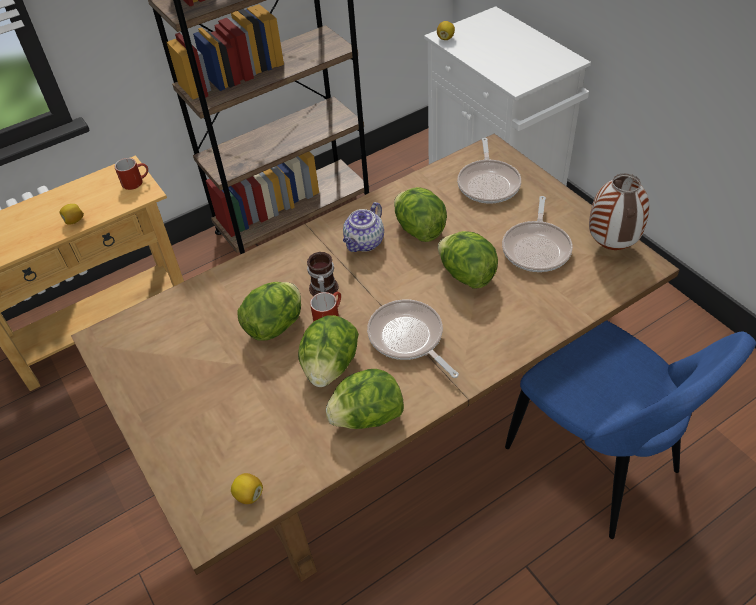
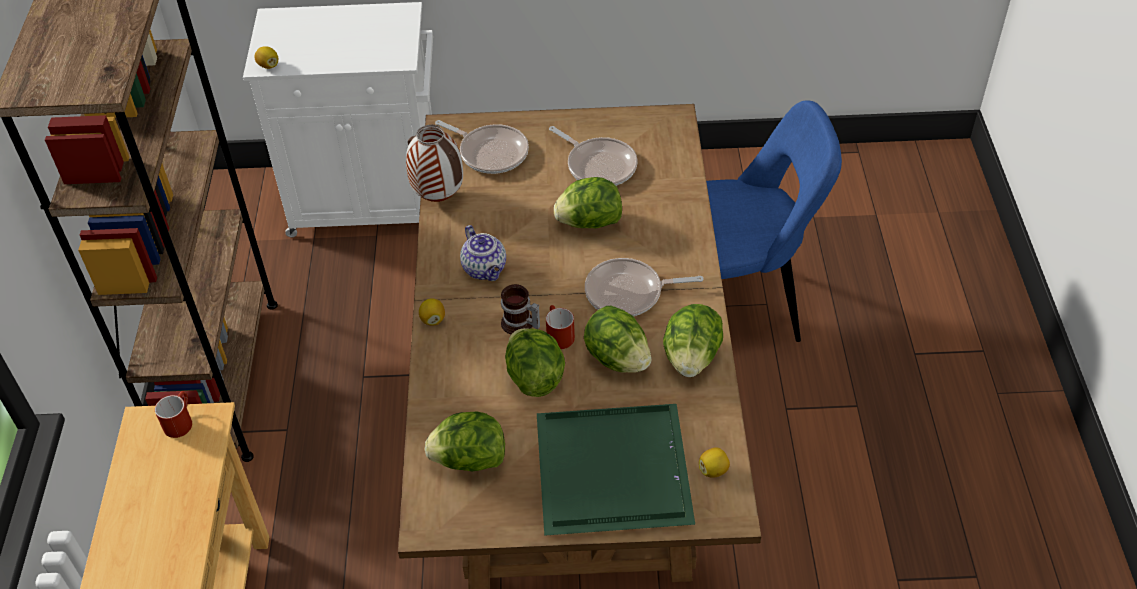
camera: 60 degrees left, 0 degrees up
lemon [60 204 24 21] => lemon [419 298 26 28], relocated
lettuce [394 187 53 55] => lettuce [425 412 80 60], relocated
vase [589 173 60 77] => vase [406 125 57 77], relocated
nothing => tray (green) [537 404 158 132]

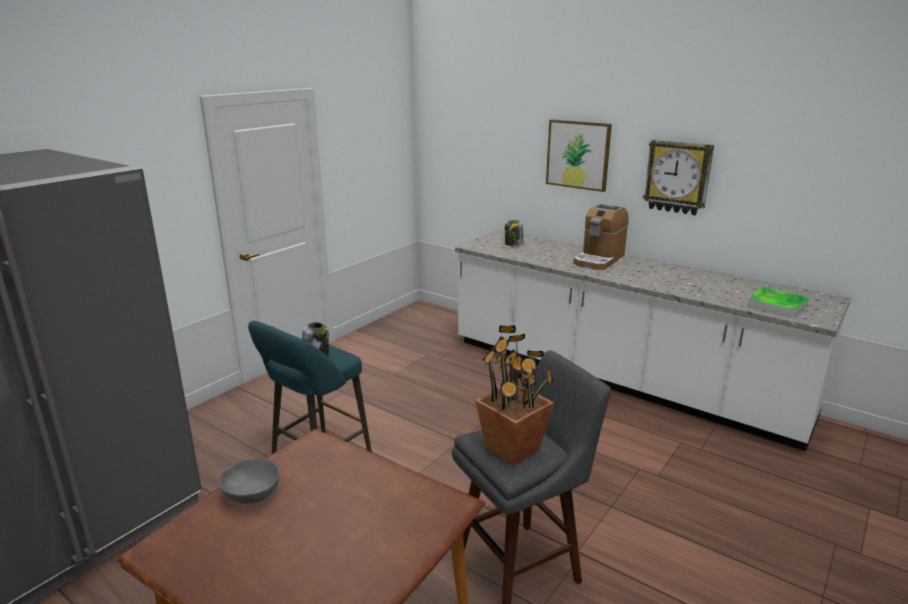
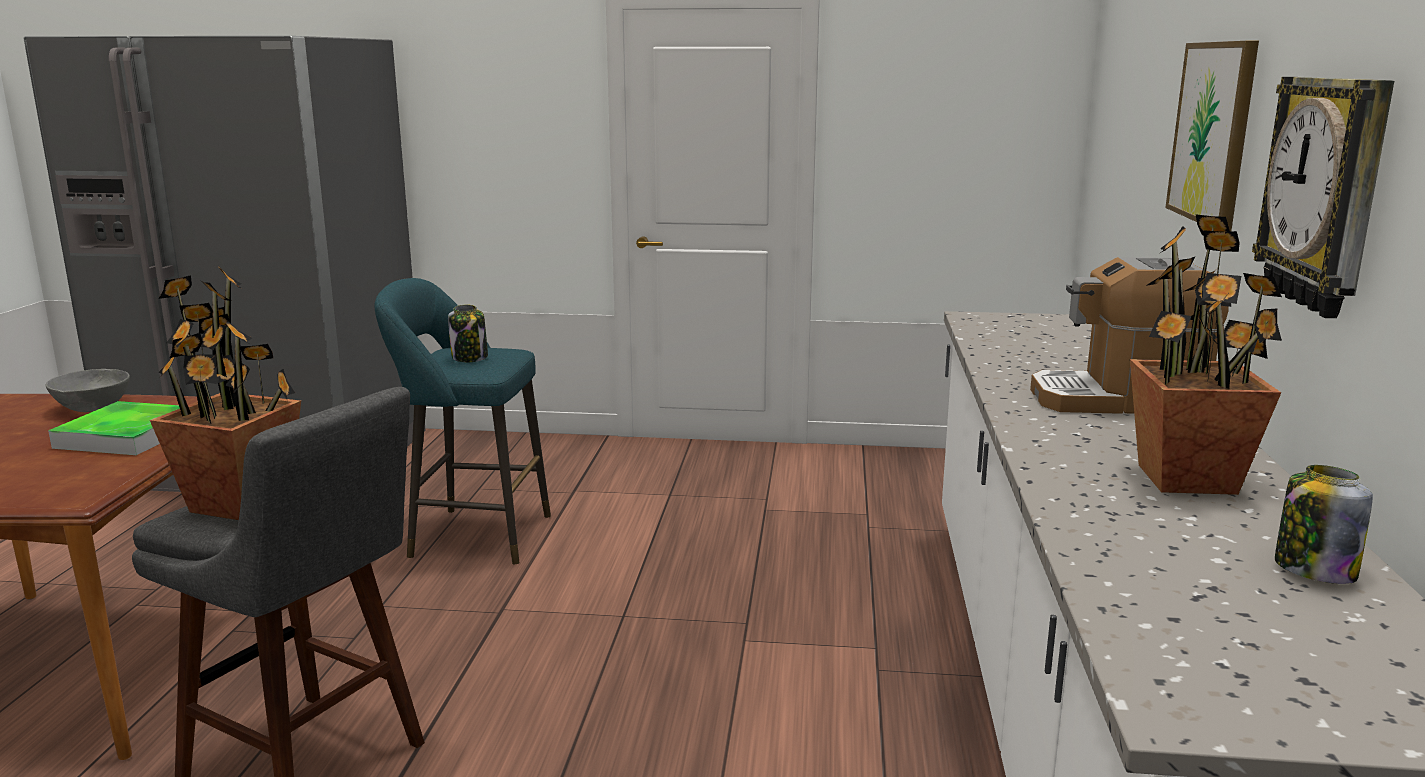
camera: 60 degrees right, 5 degrees down
jar [505 220 18 26] => jar [1275 465 98 119], relocated
tray [747 287 63 31] => tray [48 401 132 54], relocated
nothing => potted plant [1130 214 152 281]

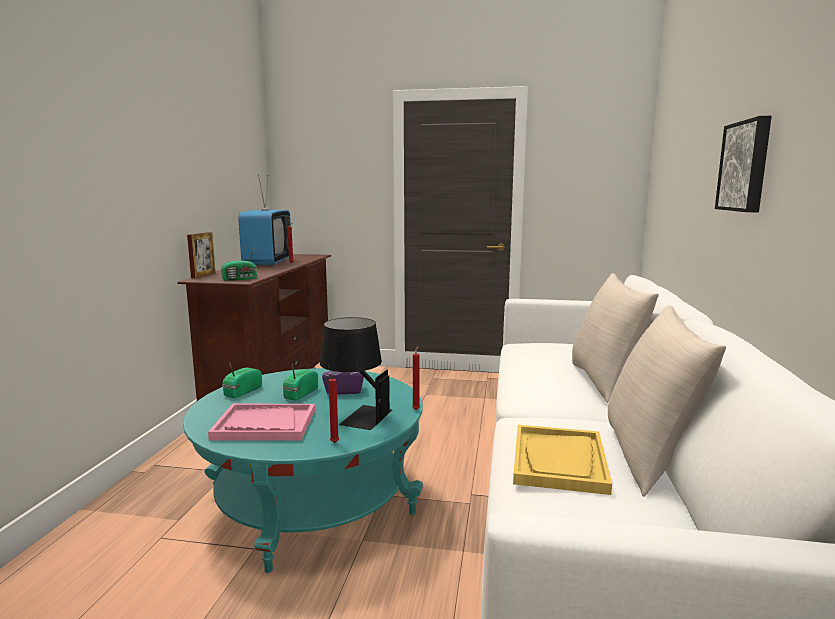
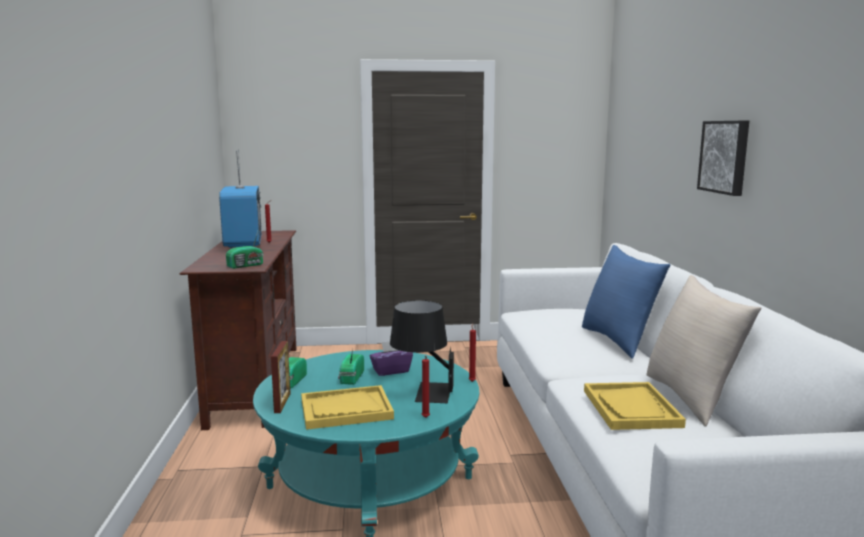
camera: 15 degrees left, 0 degrees up
picture frame [187 232 28 46] => picture frame [271 341 20 72], relocated
tray (pink) [208 404 107 37] => tray (yellow) [301 385 93 45]
pillow (beige) [572 273 87 130] => pillow (blue) [582 245 89 114]

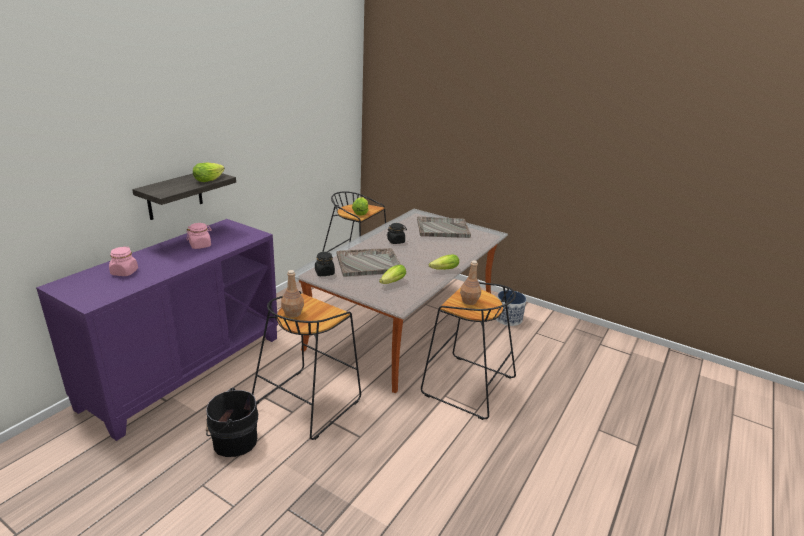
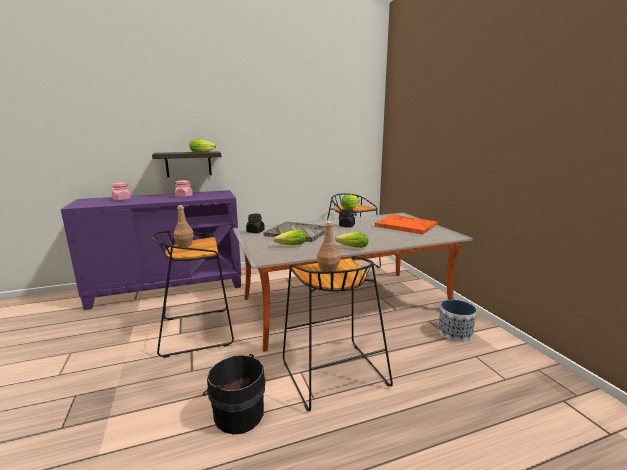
camera: 40 degrees right, 10 degrees down
bucket (black) [206 388 52 69] => bucket (black) [202 354 64 80], relocated
tray (grey) [417 216 54 22] => tray (orange) [375 215 62 19]

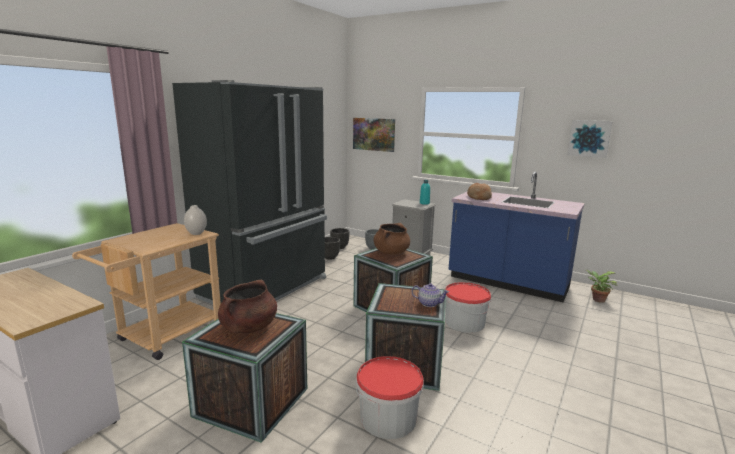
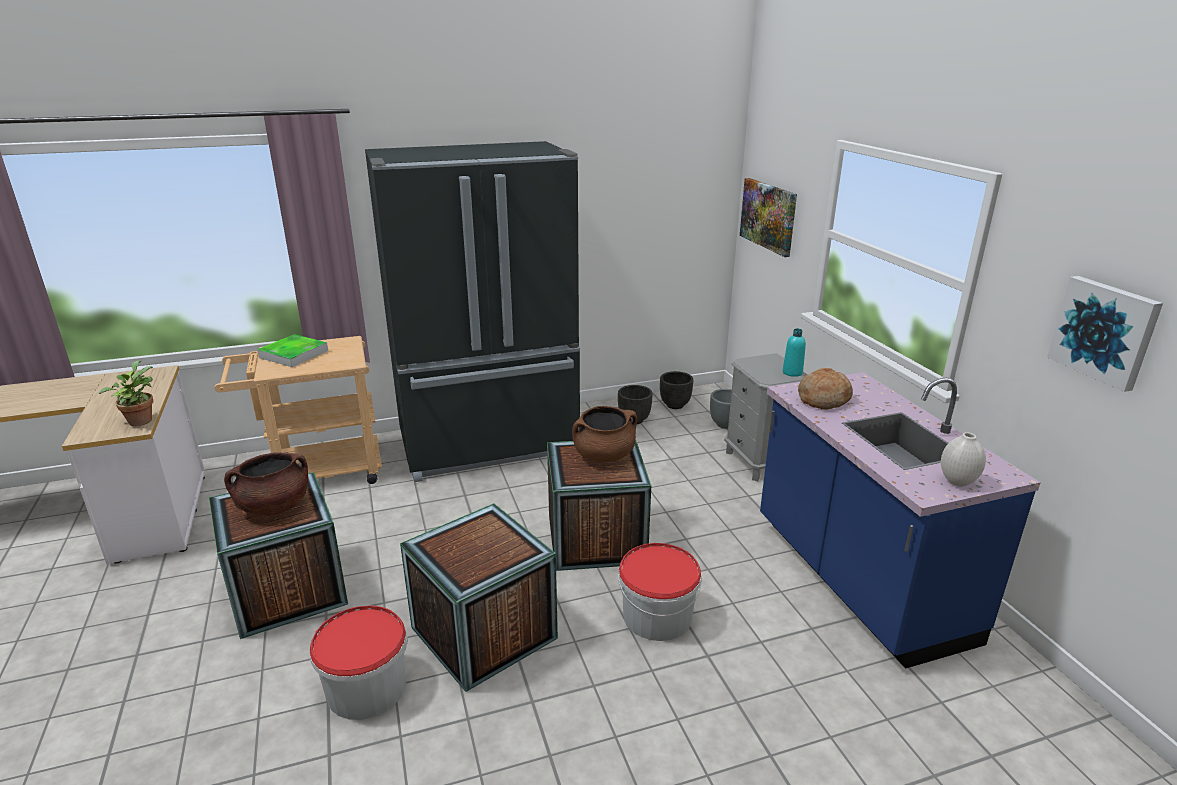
camera: 40 degrees right, 10 degrees up
vase (white) [184 205 23 30] => vase (white) [941 432 45 55], relocated
teapot [412 283 37 24] => nothing
potted plant [586 270 31 33] => potted plant [99 360 54 66], relocated
nothing => tray [257 334 71 33]

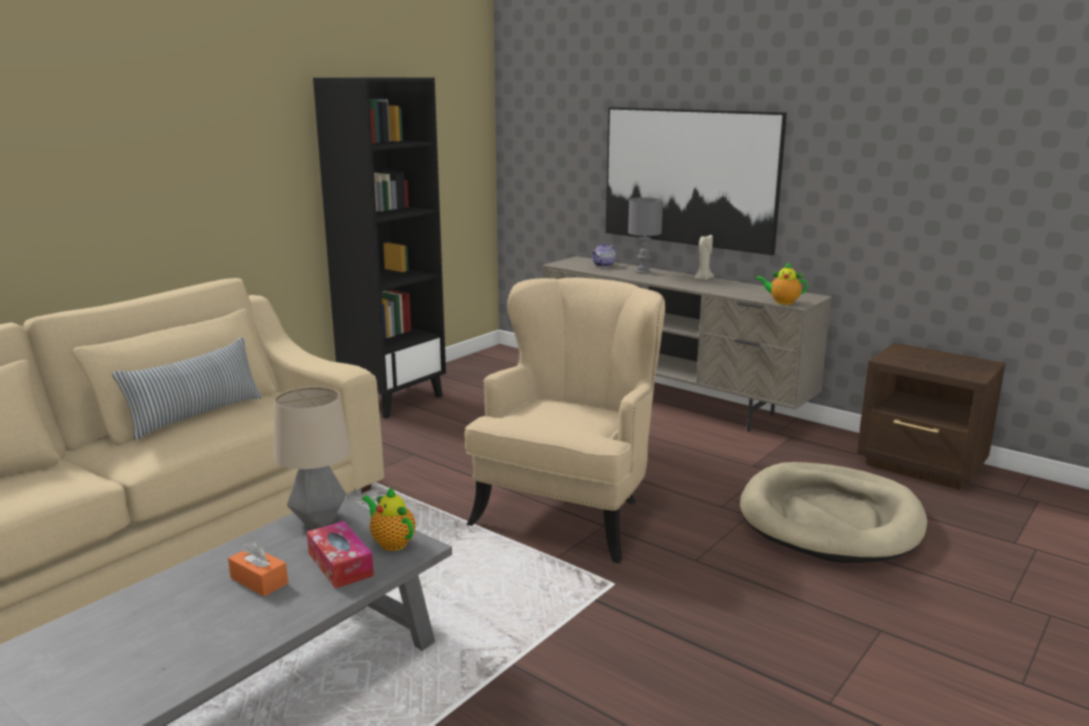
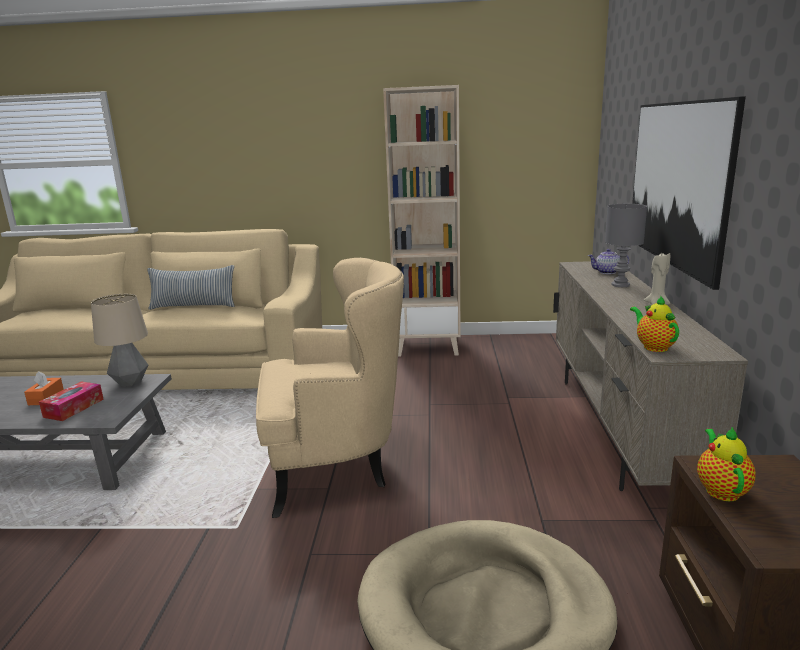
camera: 55 degrees right, 0 degrees up
bookcase (black) [313 77 133 342] => bookcase (beige) [383 85 78 272]
teapot [362 486 53 65] => teapot [697 427 59 74], relocated

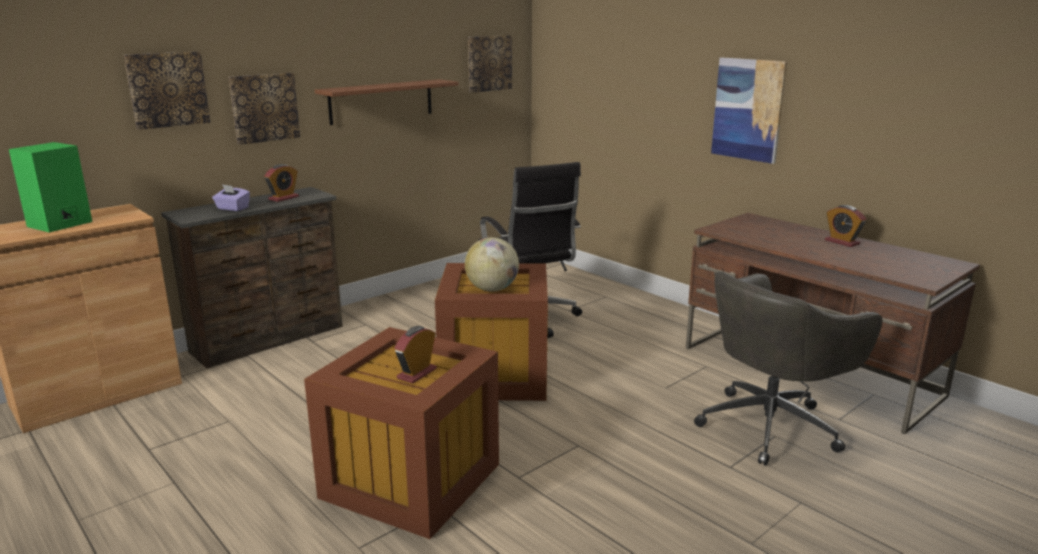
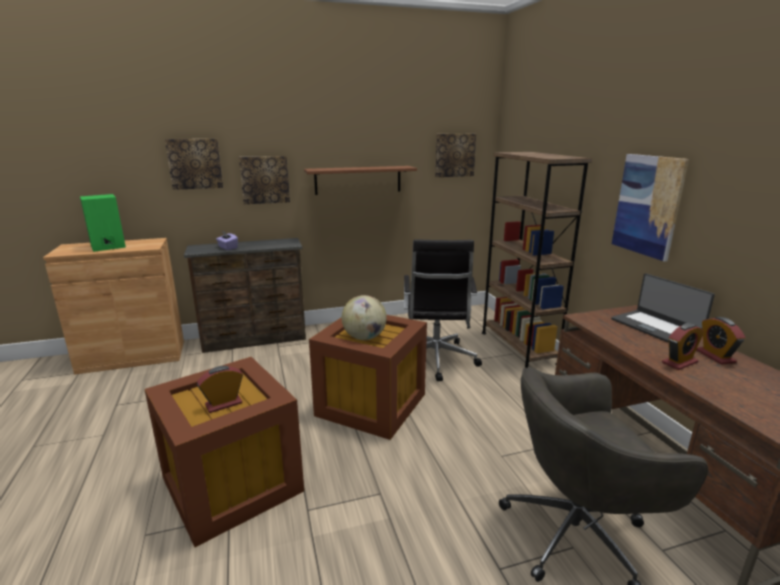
camera: 25 degrees right, 0 degrees up
alarm clock [264 164 35 38] => alarm clock [662 323 42 47], relocated
nothing => bookcase (brown) [482 152 110 216]
nothing => laptop [611 273 104 70]

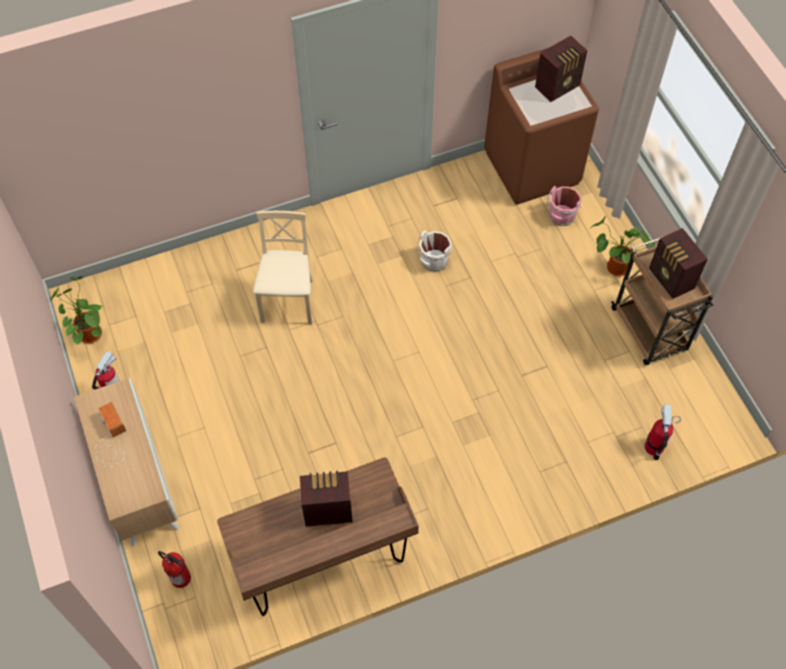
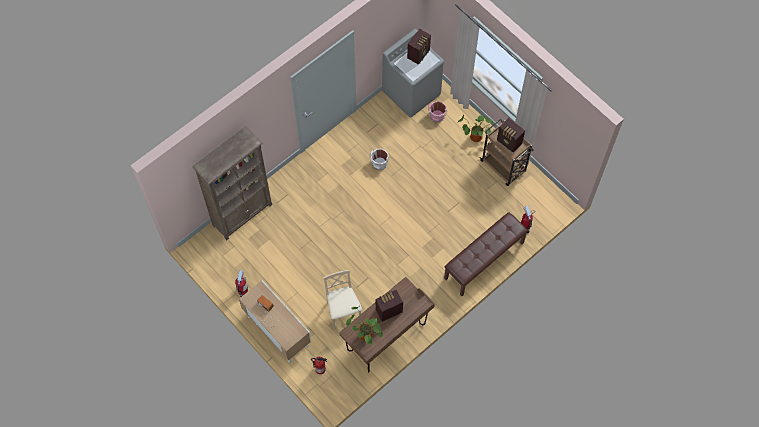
camera: 20 degrees left, 5 degrees up
potted plant [50 276 53 69] => potted plant [346 307 37 38], relocated
chair (beige) [253 211 59 114] => chair (beige) [323 270 39 60], relocated
washing machine (brown) [484 48 115 157] => washing machine (grey) [382 29 62 89]
nothing => bookcase (brown) [192 126 80 114]
nothing => bench (brown) [444 212 84 84]

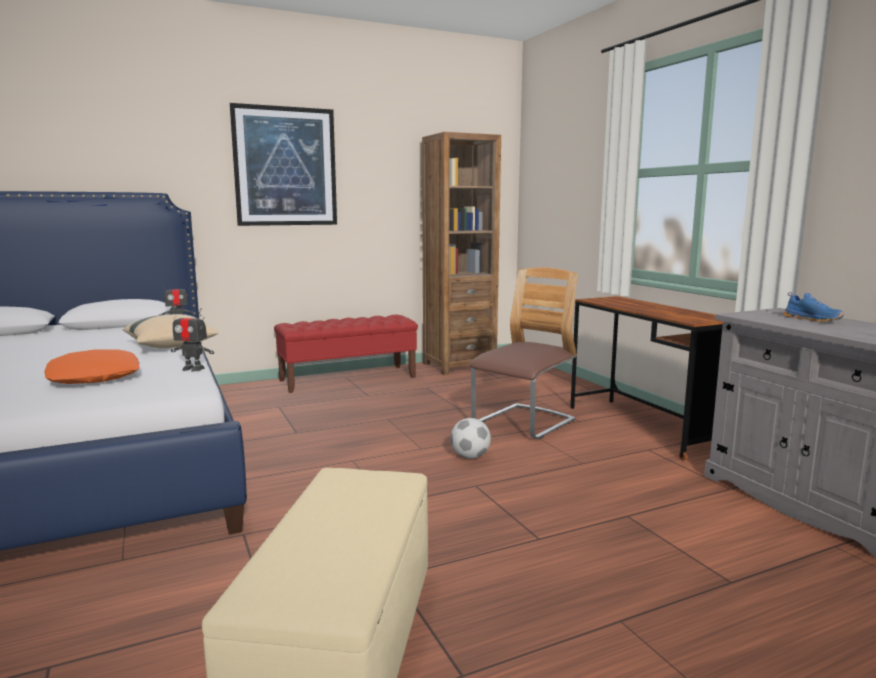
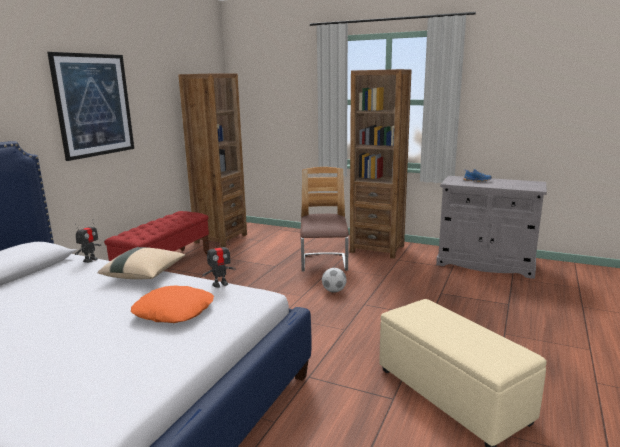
camera: 40 degrees left, 5 degrees up
desk (brown) [570 296 153 164] => bookcase (brown) [350 69 62 190]

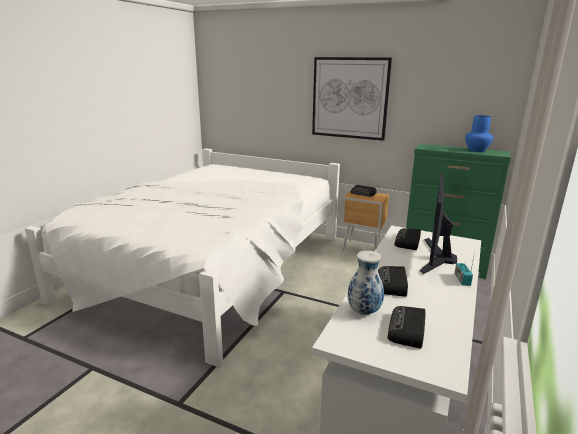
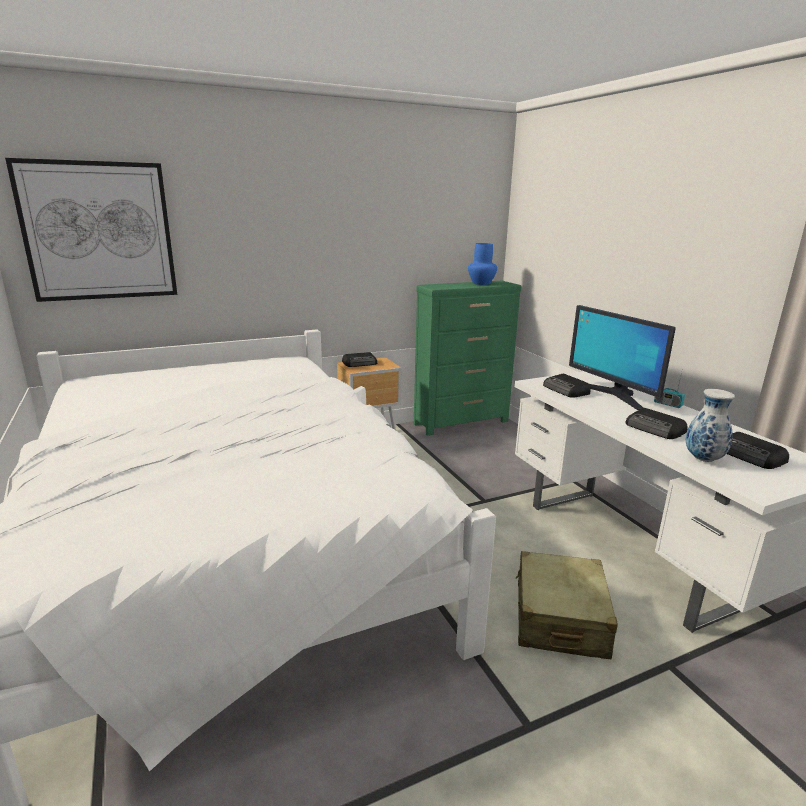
camera: 50 degrees left, 0 degrees up
picture [312 57 80 84] => picture [5 158 172 144], relocated
nothing => suitcase (beige) [516 551 102 108]

